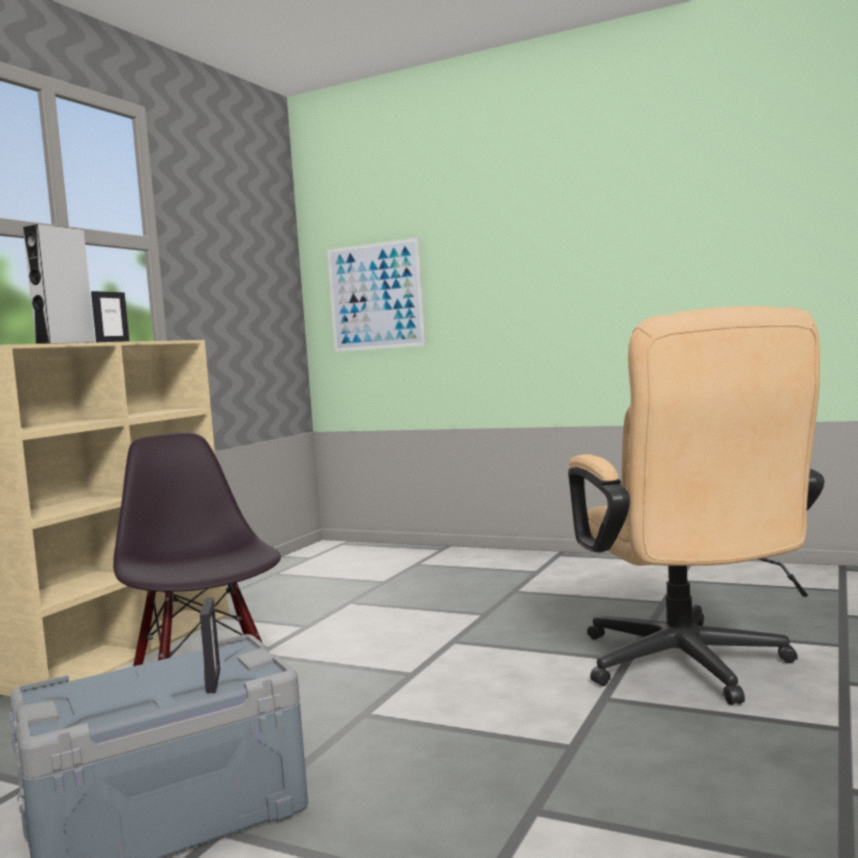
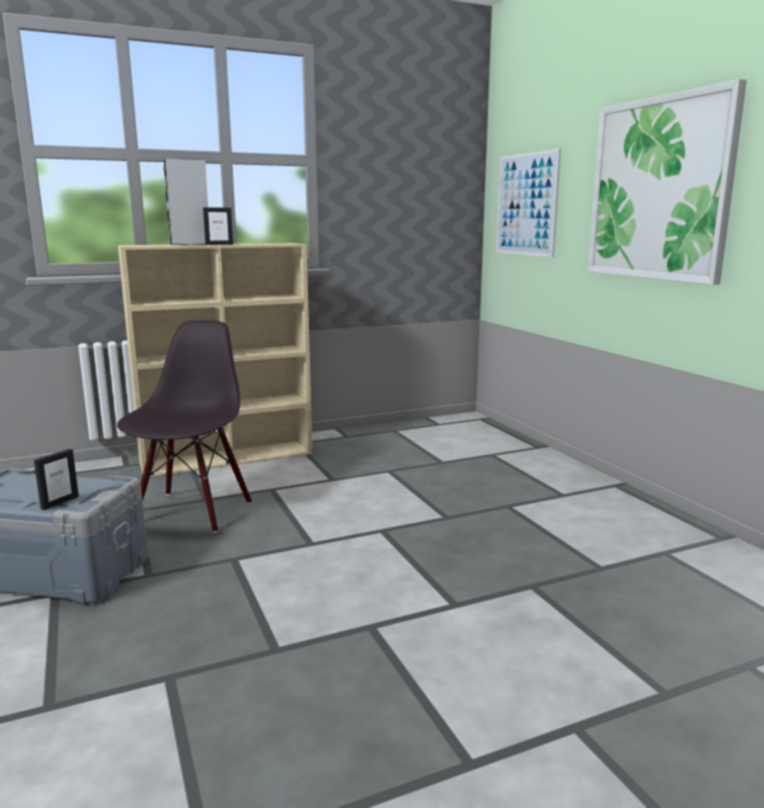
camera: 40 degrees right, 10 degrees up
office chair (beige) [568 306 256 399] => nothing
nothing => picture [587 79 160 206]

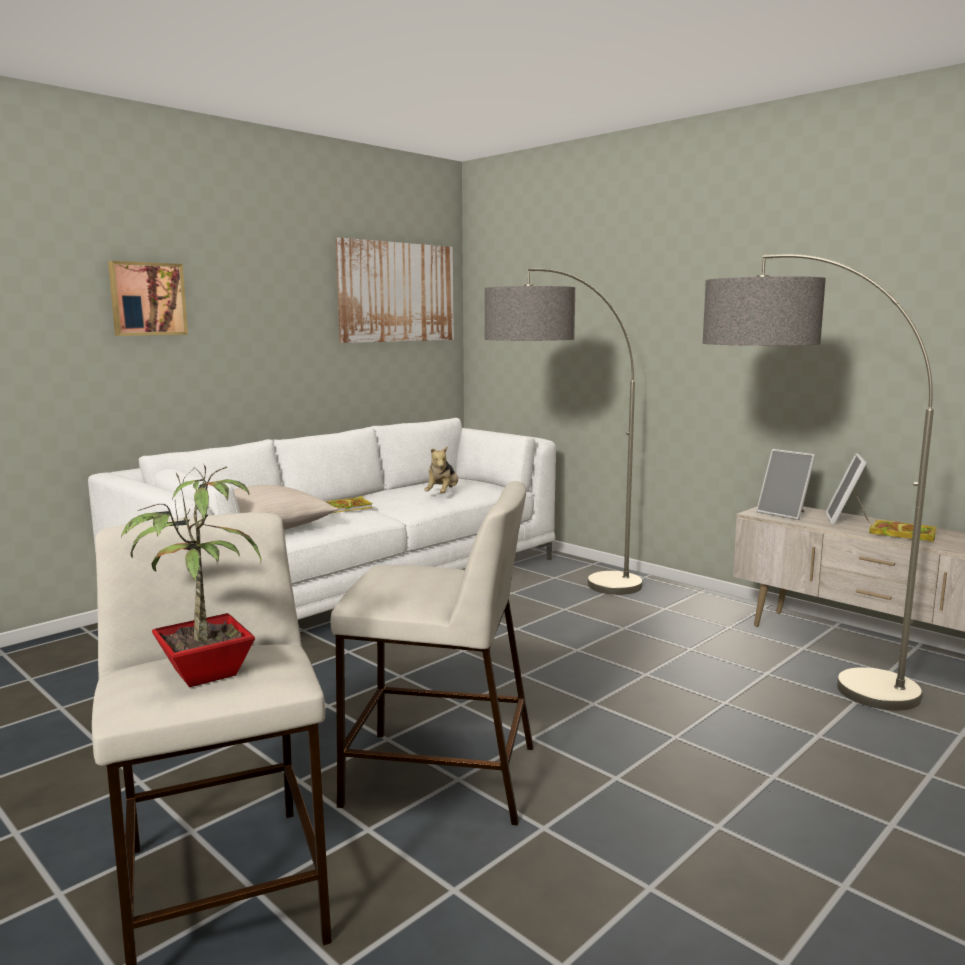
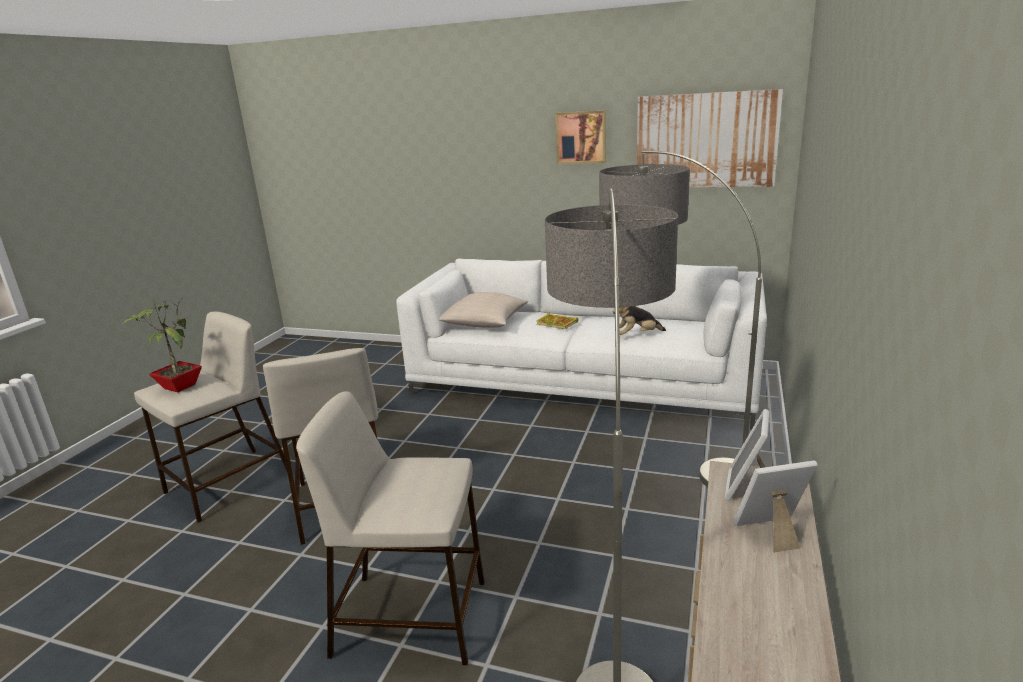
camera: 65 degrees right, 10 degrees up
picture [108 261 80 75] => picture [556 111 50 53], relocated
book [869 520 68 22] => nothing
nothing => stool (beige) [296 391 189 274]

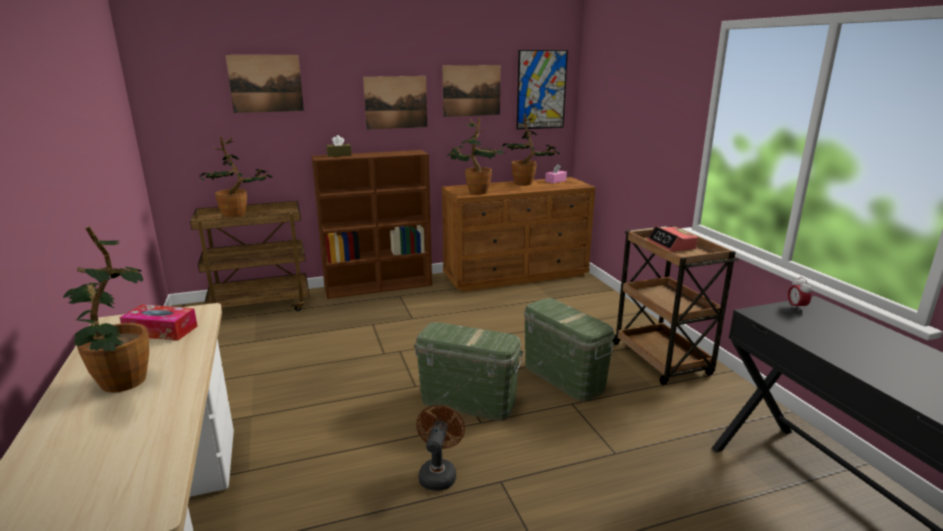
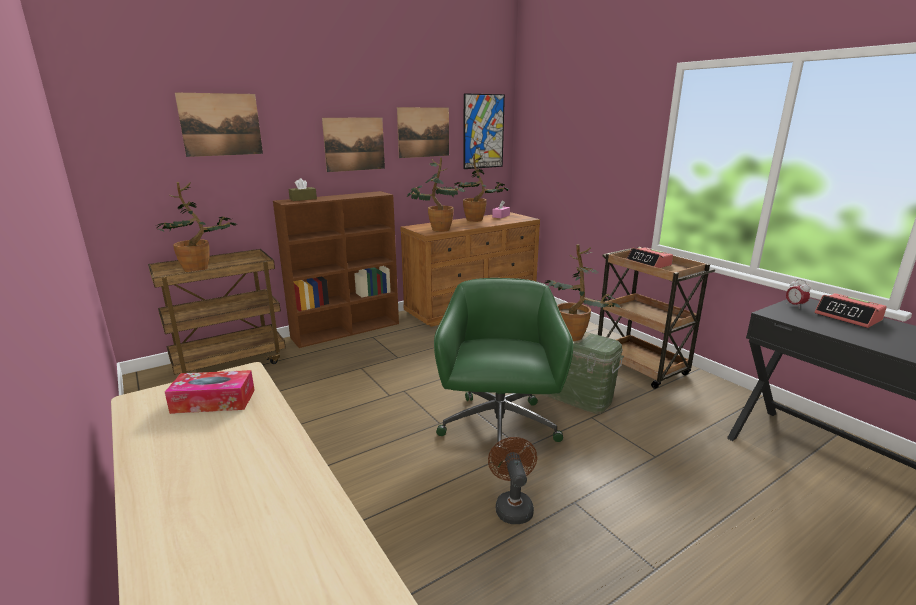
camera: 15 degrees left, 0 degrees up
potted plant [63 226 86 167] => potted plant [545 244 76 97], relocated
storage box (green) [414 322 109 99] => office chair (green) [434 278 139 189]
nothing => alarm clock [814 293 73 35]

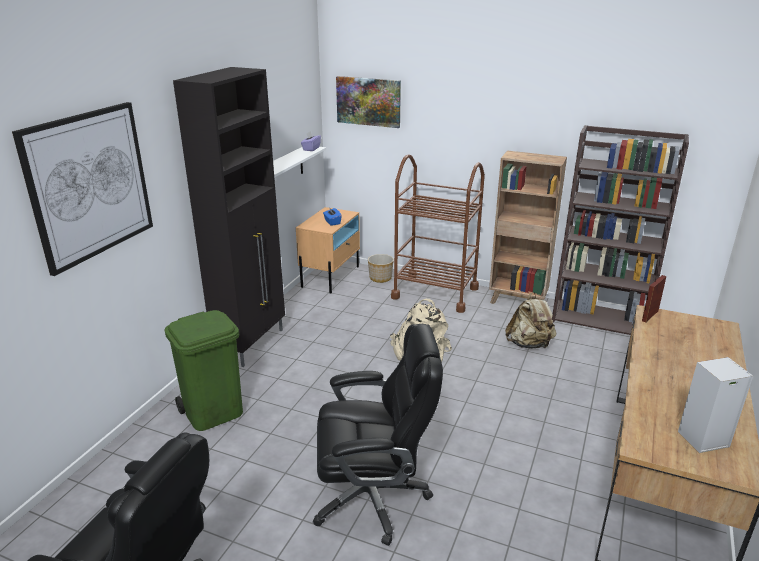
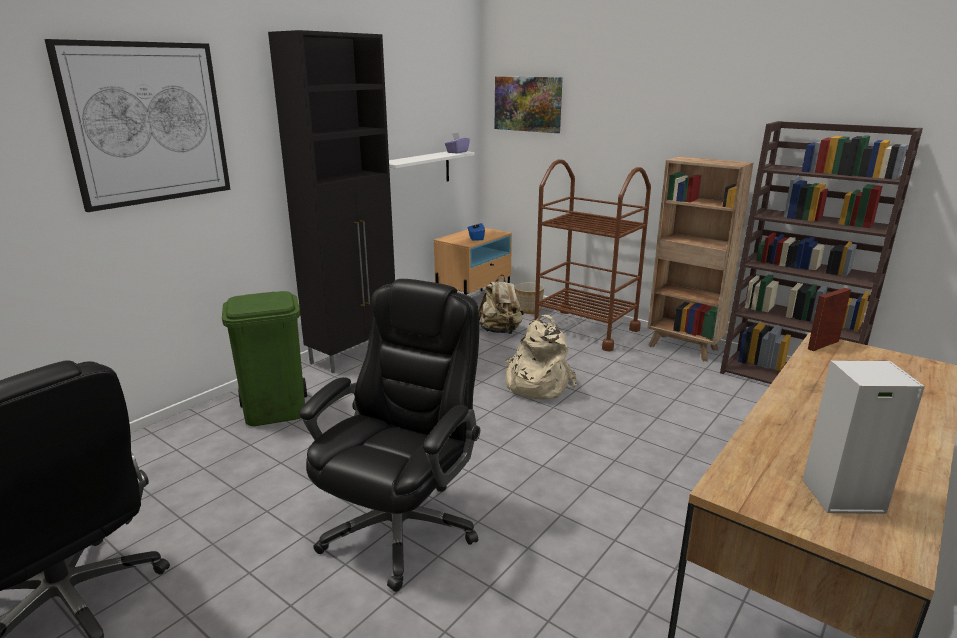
camera: 15 degrees right, 5 degrees down
office chair (black) [313 324 130 222] => office chair (black) [299 279 181 313], 75 degrees counterclockwise
backpack (beige) [505 292 51 57] => backpack (beige) [479 274 45 60], relocated

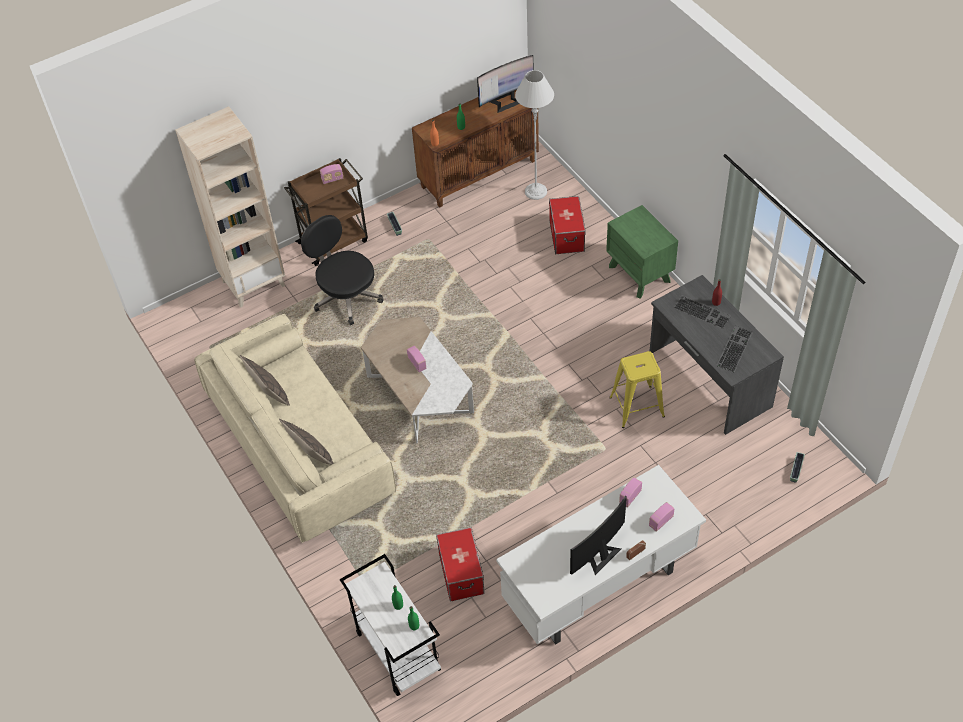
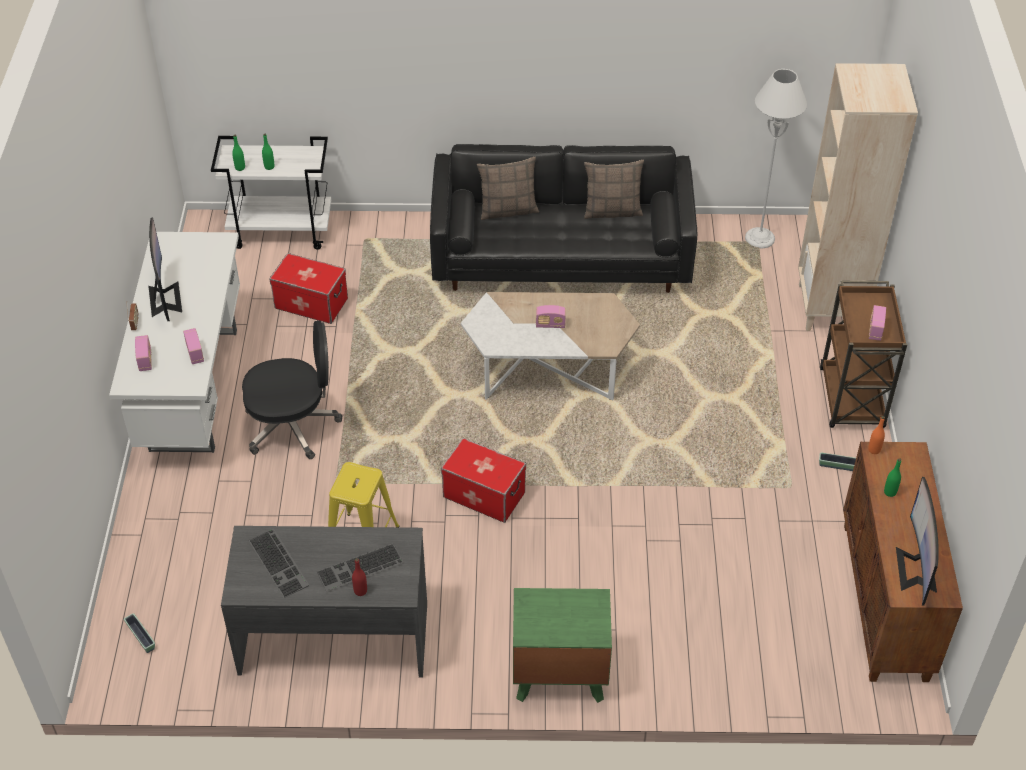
camera: 120 degrees right, 5 degrees down
sofa (beige) [194 314 202 229] => sofa (black) [430 144 267 149]
office chair (black) [301 215 83 111] => office chair (black) [242 321 100 138], relocated
floor lamp (grey) [515 70 39 130] => floor lamp (grey) [745 69 62 180], relocated
storage box [549 196 37 58] => storage box [441 438 85 85], relocated

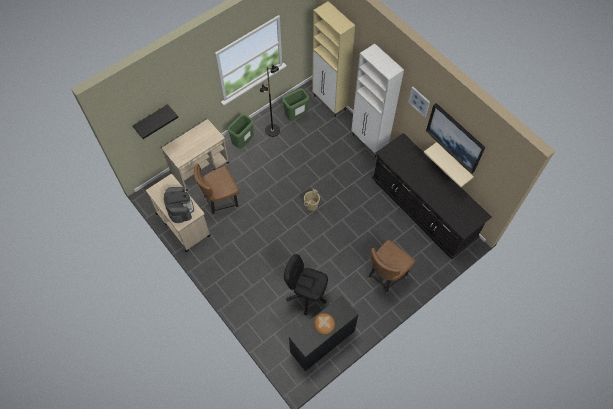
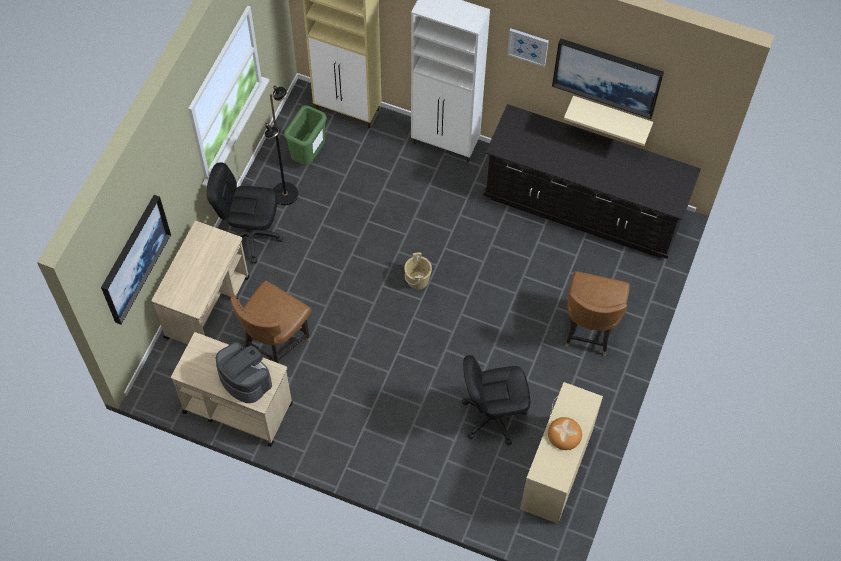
camera: 30 degrees left, 0 degrees up
shelf (black) [133 104 45 35] => picture [101 195 70 130]
trash can (green) [227 114 27 35] => office chair (black) [207 162 76 102]
desk (black) [289 295 70 76] => desk (beige) [520 382 83 142]

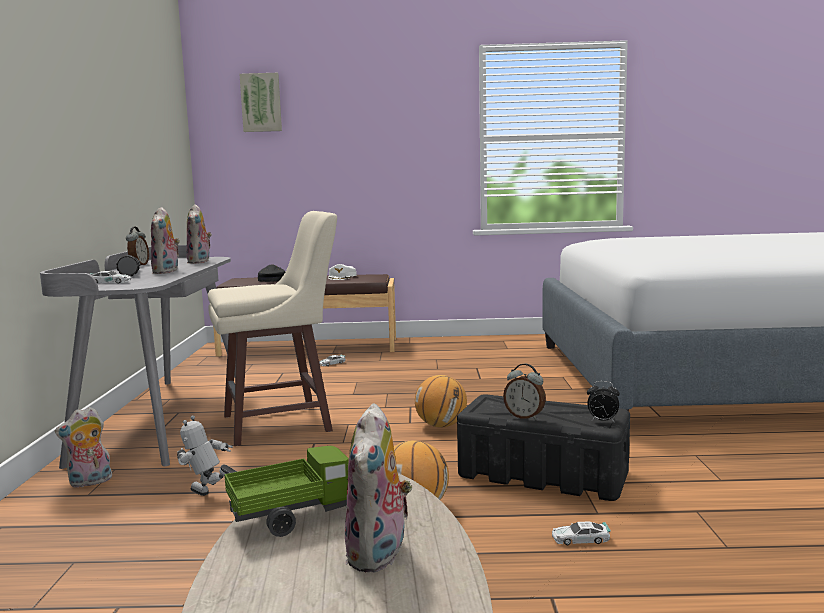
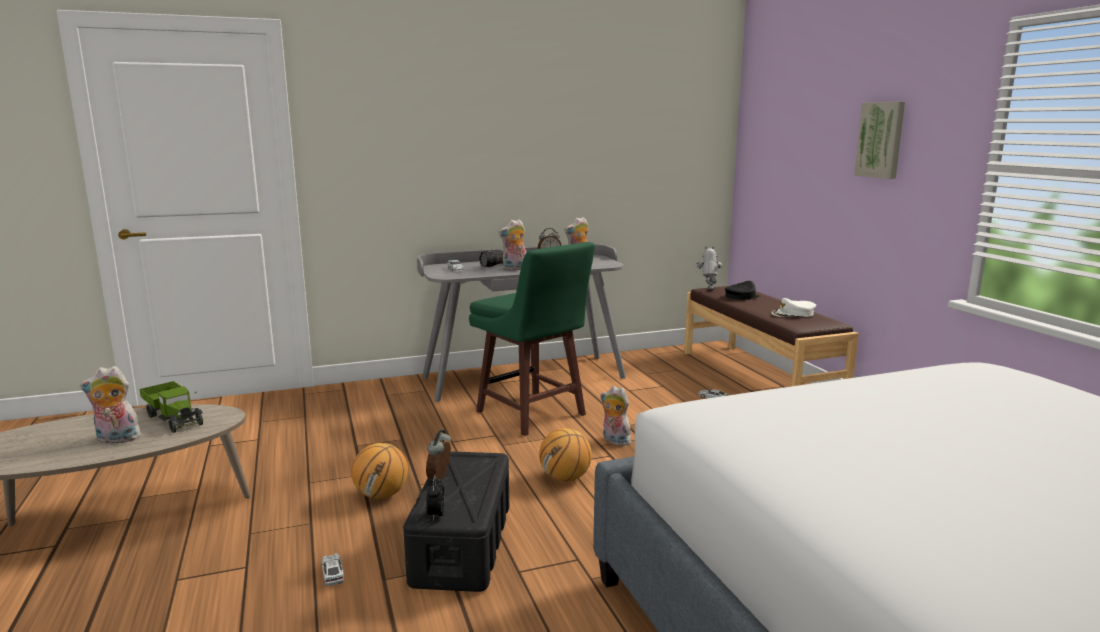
camera: 70 degrees right, 5 degrees up
plush toy [55 407 57 81] => plush toy [601 386 30 60], relocated
toy robot [177 415 60 81] => toy robot [696 246 26 45], relocated
stool (beige) [208 211 129 235] => stool (green) [469 242 126 194]
picture [239 73 43 59] => picture [854 102 51 77], relocated

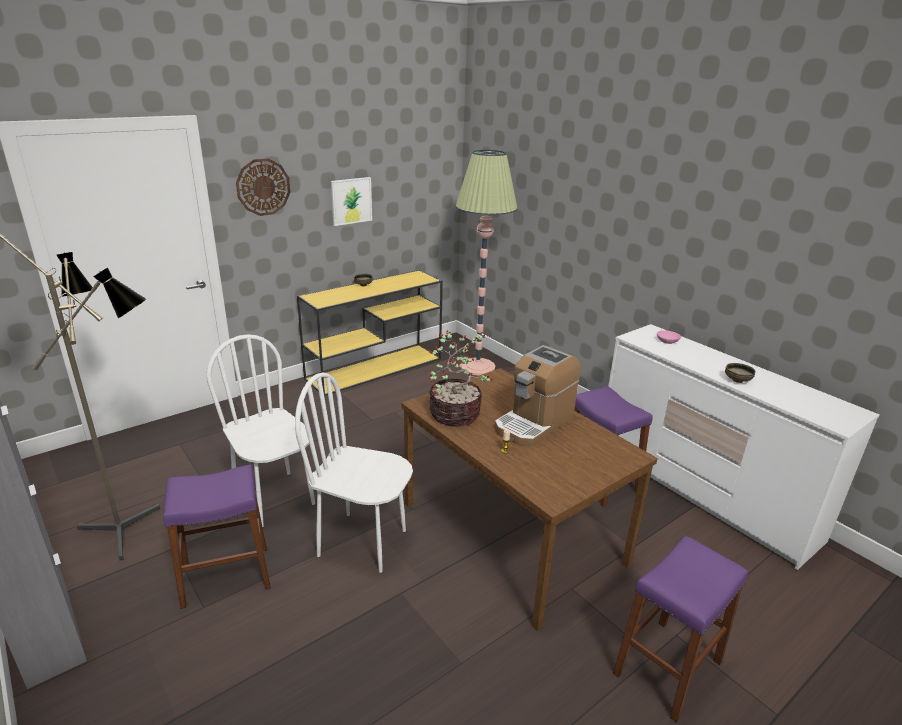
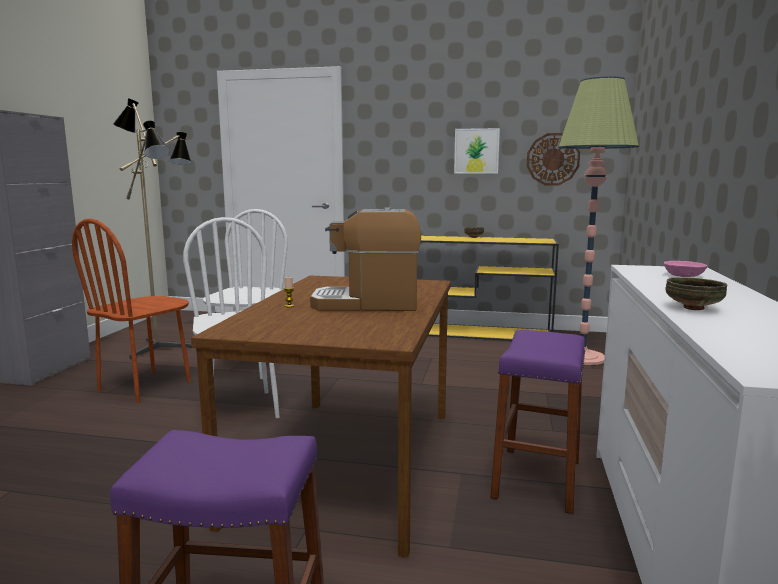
camera: 50 degrees right, 15 degrees down
stool (purple) [163 464 108 145] => chair (brown) [72 218 119 185]
wall clock [236 158 55 58] => wall clock [527 133 53 53], relocated
potted plant [428 330 65 97] => nothing

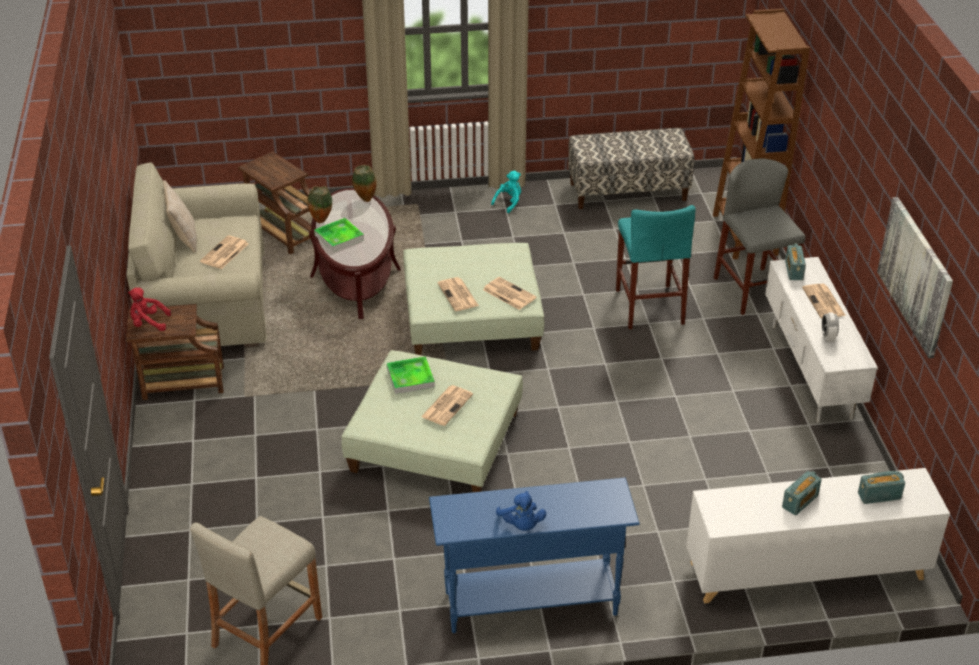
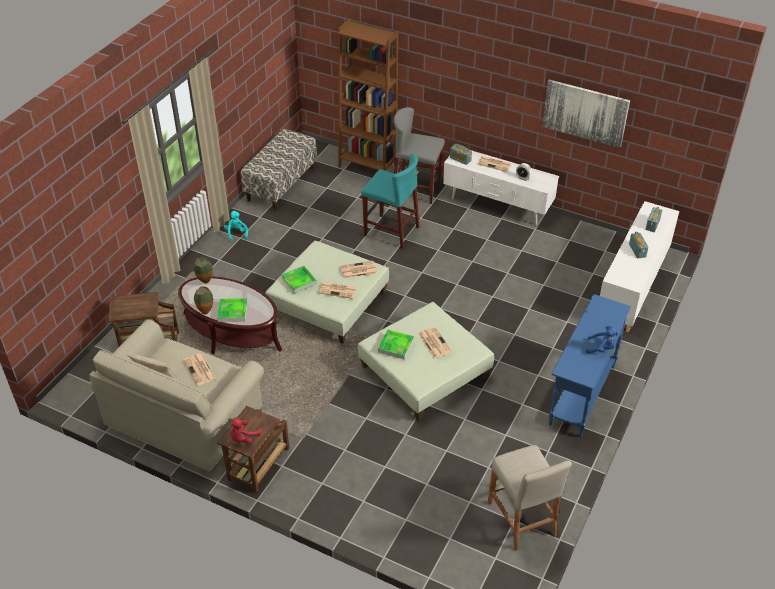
camera: 55 degrees left, 5 degrees up
nothing => tray [281 266 36 28]

